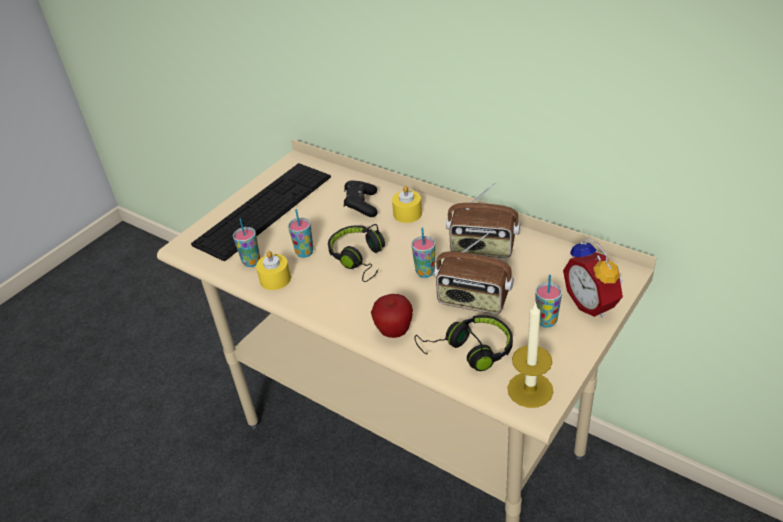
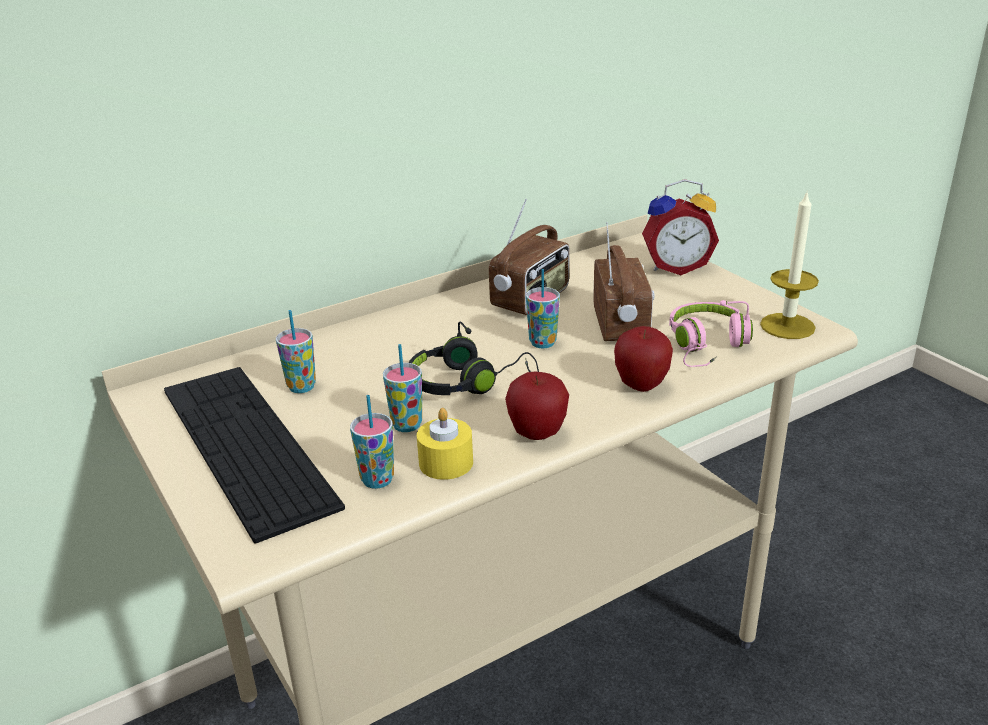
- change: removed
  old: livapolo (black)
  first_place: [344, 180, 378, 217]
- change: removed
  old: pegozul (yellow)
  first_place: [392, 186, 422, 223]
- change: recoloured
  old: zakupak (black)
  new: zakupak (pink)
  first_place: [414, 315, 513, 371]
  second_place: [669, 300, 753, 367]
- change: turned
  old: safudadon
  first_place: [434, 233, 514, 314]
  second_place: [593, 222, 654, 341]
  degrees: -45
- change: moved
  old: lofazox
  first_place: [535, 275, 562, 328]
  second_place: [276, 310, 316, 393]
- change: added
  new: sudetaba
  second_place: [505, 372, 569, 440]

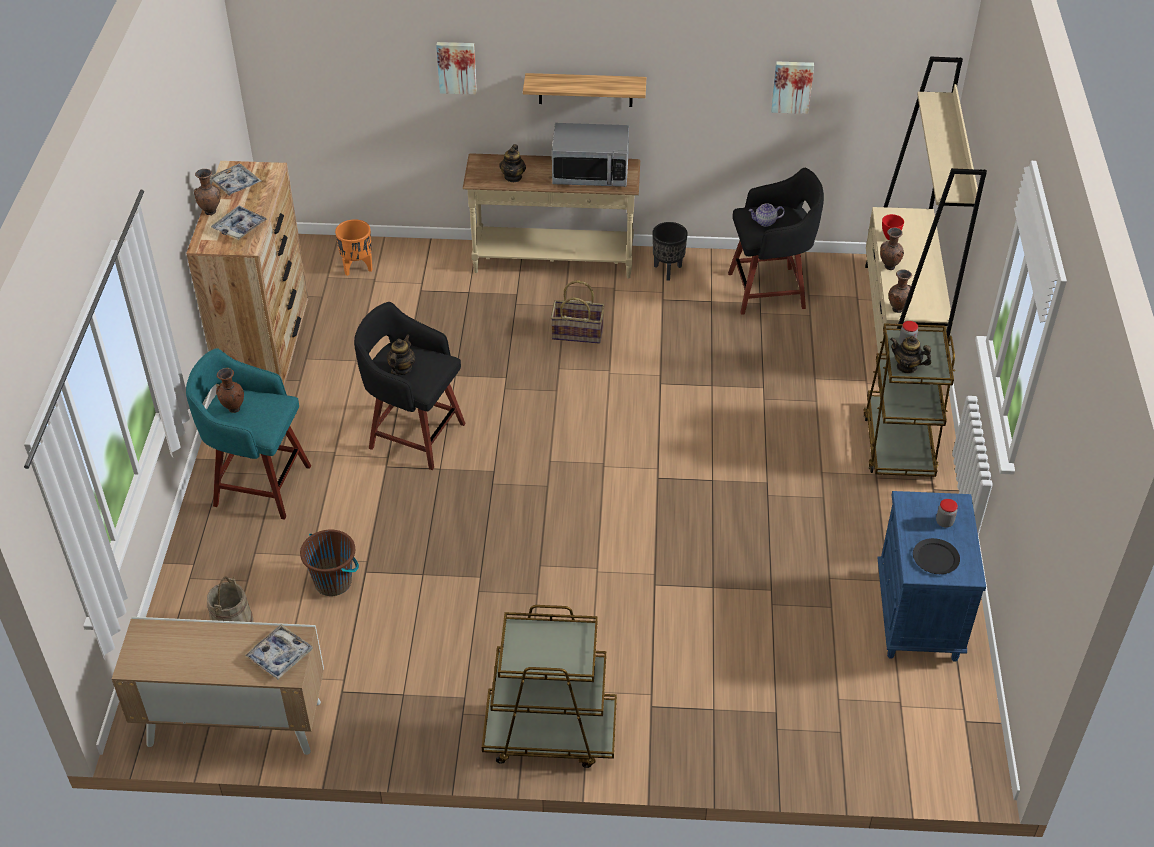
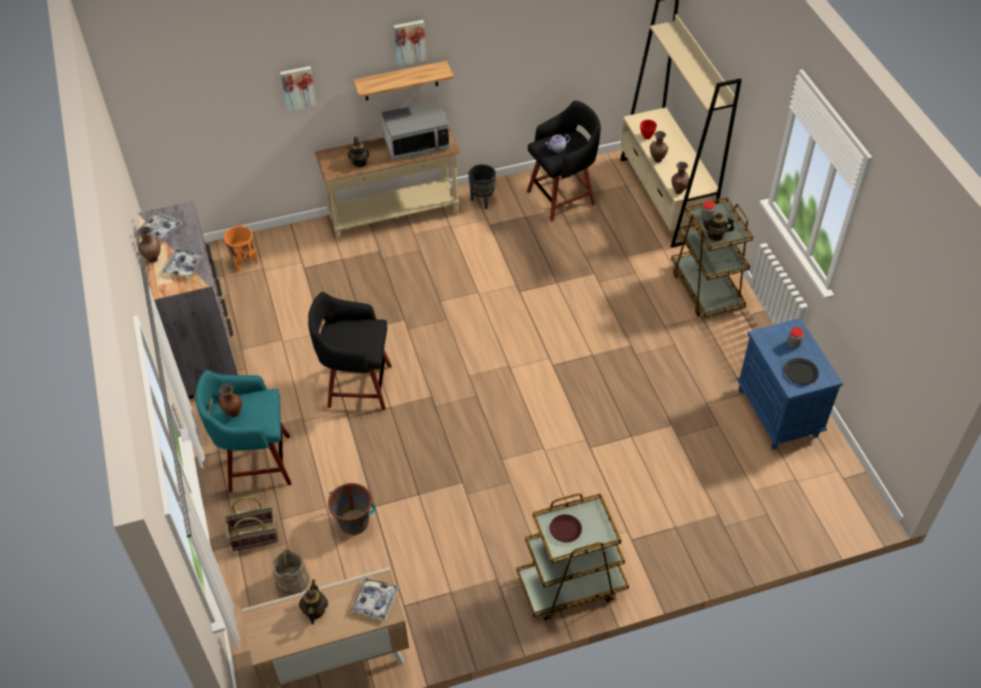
- change: recoloured
  old: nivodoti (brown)
  new: nivodoti (grey)
  first_place: [186, 161, 309, 387]
  second_place: [137, 201, 238, 399]
- change: moved
  old: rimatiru
  first_place: [387, 334, 415, 375]
  second_place: [299, 580, 328, 624]
- change: moved
  old: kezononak
  first_place: [551, 280, 605, 344]
  second_place: [225, 496, 279, 551]
- change: moved
  old: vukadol
  first_place: [771, 61, 814, 114]
  second_place: [394, 20, 427, 66]
- change: added
  new: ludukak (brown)
  second_place: [550, 514, 582, 542]

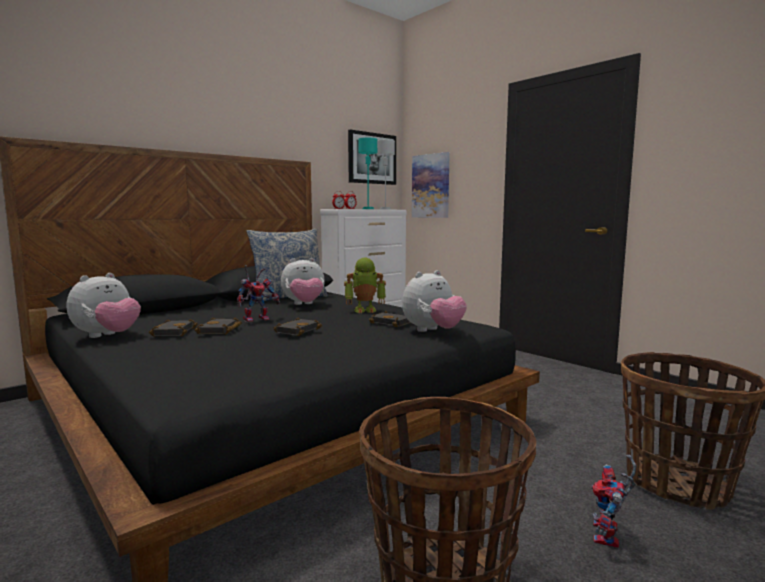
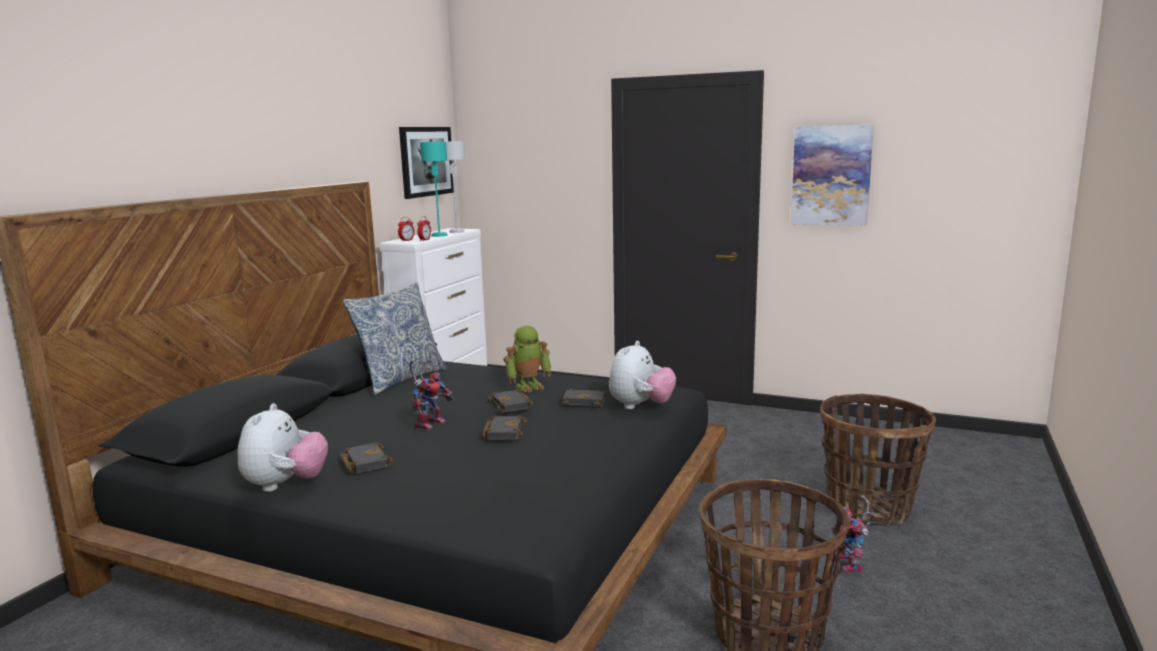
- change: moved
  old: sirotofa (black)
  first_place: [194, 317, 242, 335]
  second_place: [488, 389, 533, 413]
- change: removed
  old: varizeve
  first_place: [281, 258, 325, 305]
- change: moved
  old: vukadol
  first_place: [412, 152, 450, 218]
  second_place: [791, 125, 874, 226]

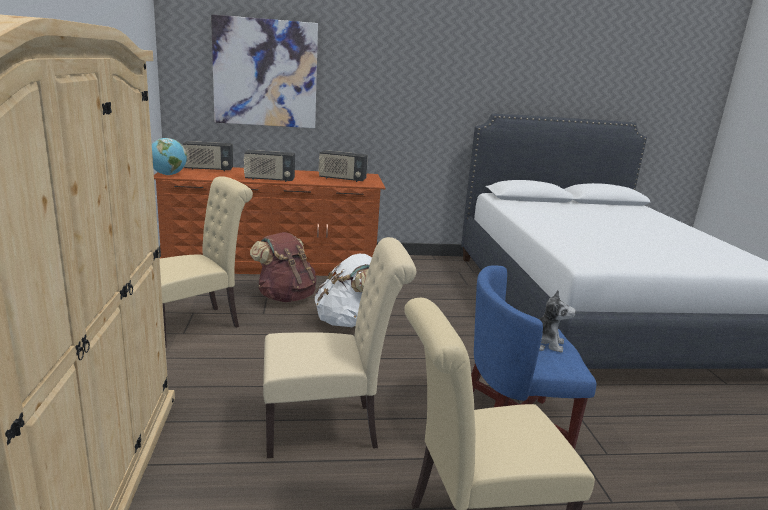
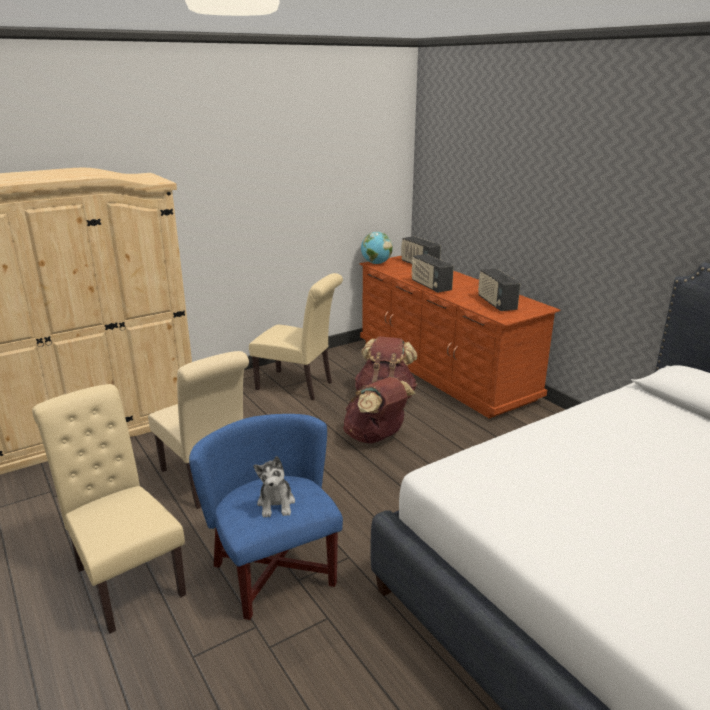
- change: removed
  old: vukadol
  first_place: [211, 14, 318, 128]
- change: recoloured
  old: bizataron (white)
  new: bizataron (brown)
  first_place: [314, 254, 372, 327]
  second_place: [343, 377, 416, 444]

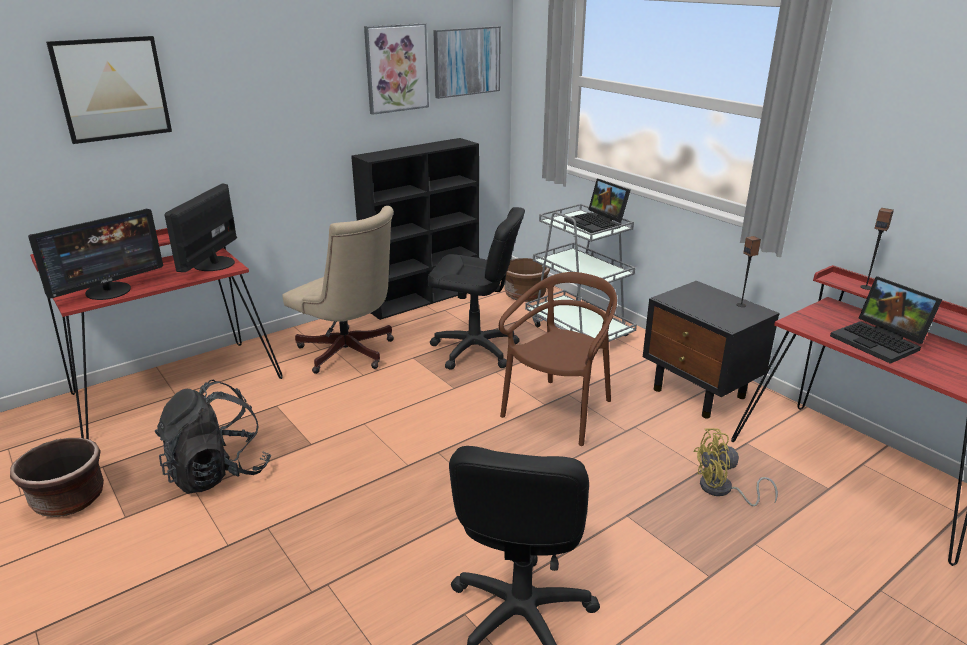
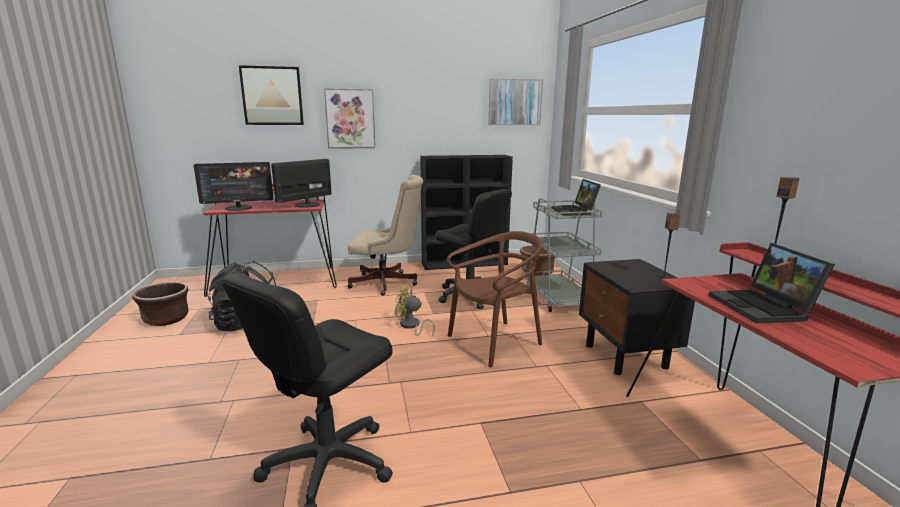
- change: turned
  old: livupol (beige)
  first_place: [282, 206, 394, 374]
  second_place: [347, 175, 423, 296]
  degrees: -60
- change: moved
  old: vukadol
  first_place: [364, 23, 429, 115]
  second_place: [324, 88, 375, 149]
- change: moved
  old: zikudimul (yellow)
  first_place: [693, 428, 778, 506]
  second_place: [395, 283, 435, 337]

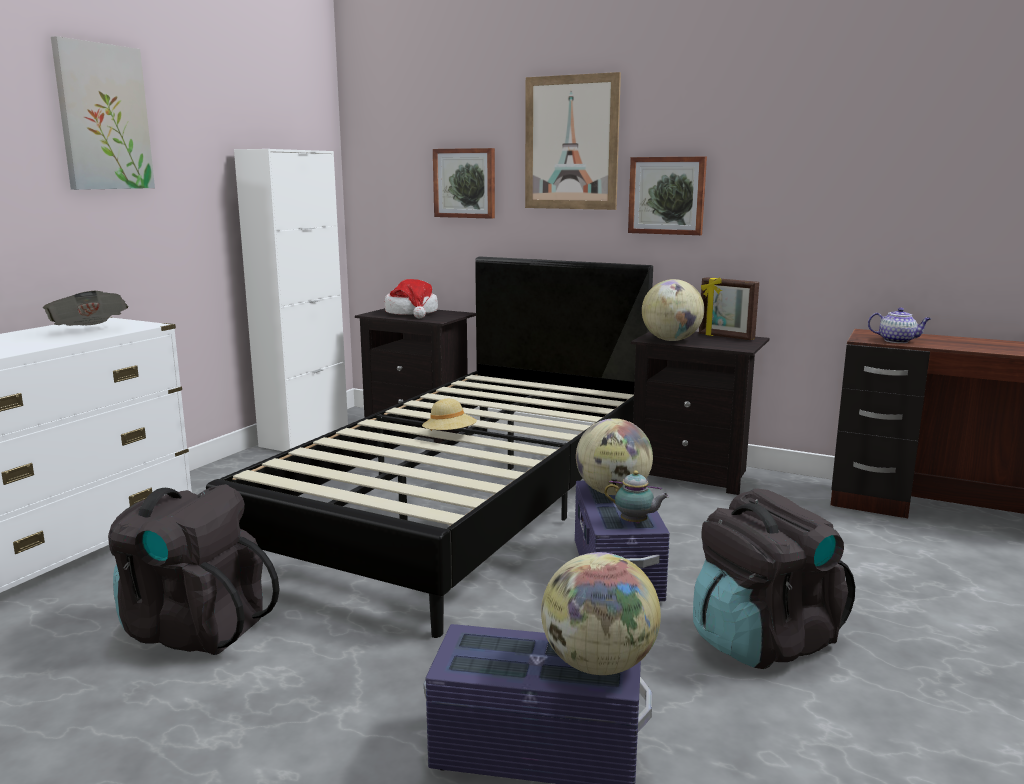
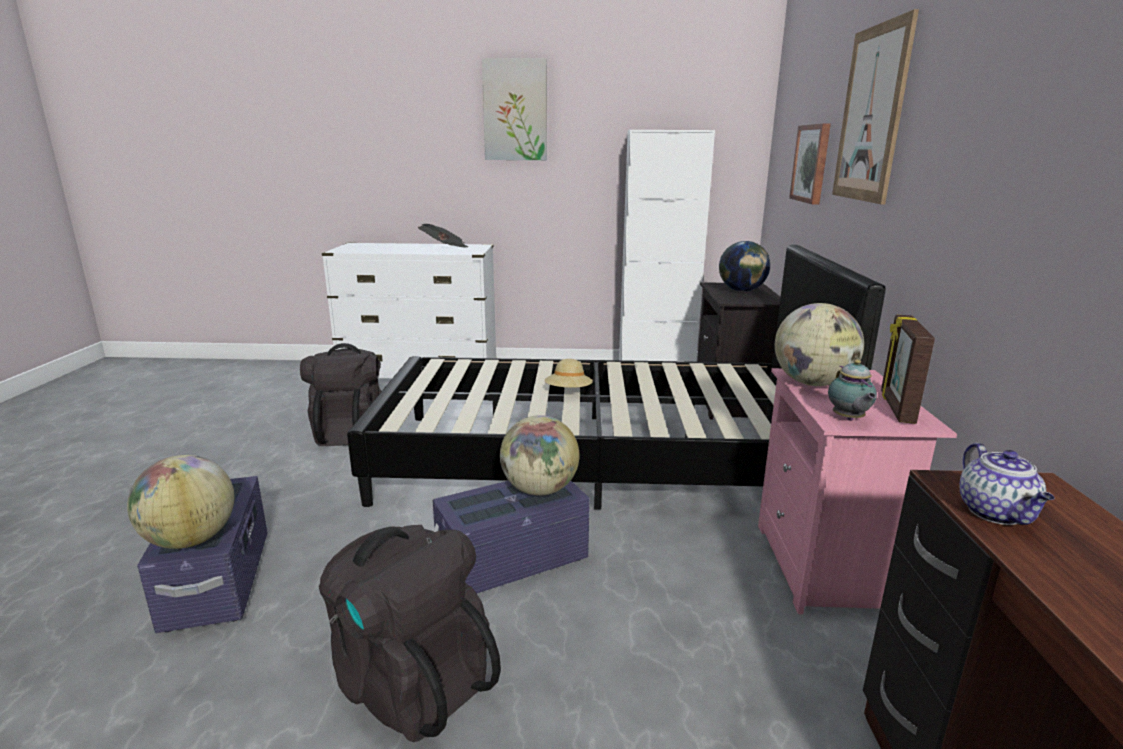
- change: replaced
  old: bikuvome
  new: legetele
  first_place: [385, 279, 438, 319]
  second_place: [719, 241, 770, 292]
- change: moved
  old: rimatiru
  first_place: [604, 470, 669, 524]
  second_place: [828, 359, 877, 421]
- change: removed
  old: vukadol
  first_place: [628, 157, 707, 235]
- change: recoloured
  old: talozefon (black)
  new: talozefon (pink)
  first_place: [631, 332, 769, 495]
  second_place: [758, 368, 957, 614]

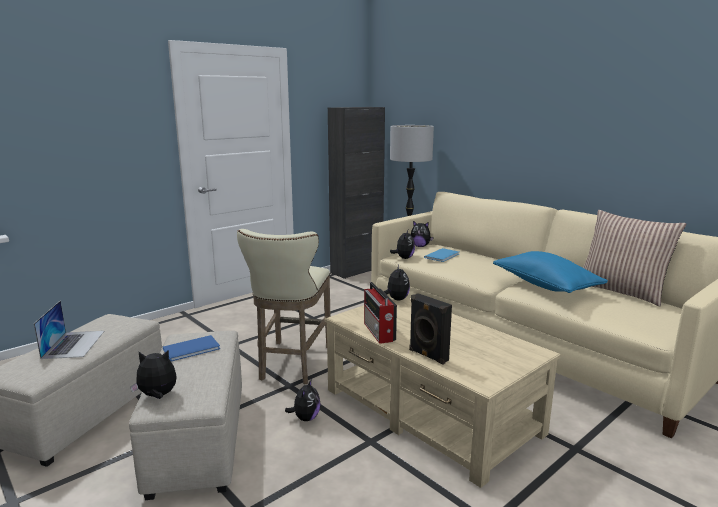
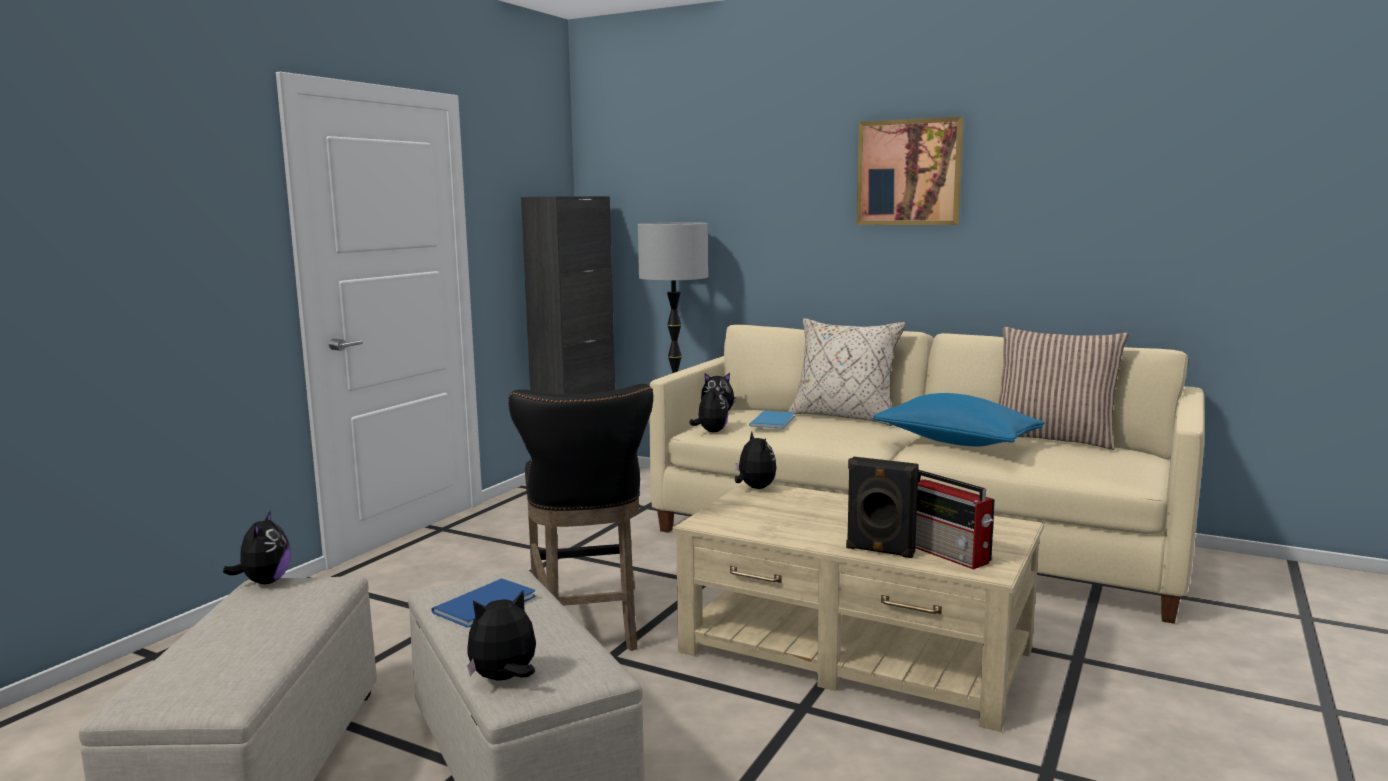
- change: removed
  old: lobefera
  first_place: [34, 300, 104, 359]
- change: recoloured
  old: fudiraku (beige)
  new: fudiraku (black)
  first_place: [237, 229, 330, 384]
  second_place: [508, 384, 653, 651]
- change: moved
  old: varizeve
  first_place: [285, 379, 321, 421]
  second_place: [223, 510, 291, 584]
- change: moved
  old: safudadon
  first_place: [364, 282, 397, 344]
  second_place: [915, 470, 995, 570]
- change: added
  new: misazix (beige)
  second_place: [788, 318, 905, 426]
- change: added
  new: vukadol
  second_place: [857, 117, 964, 225]

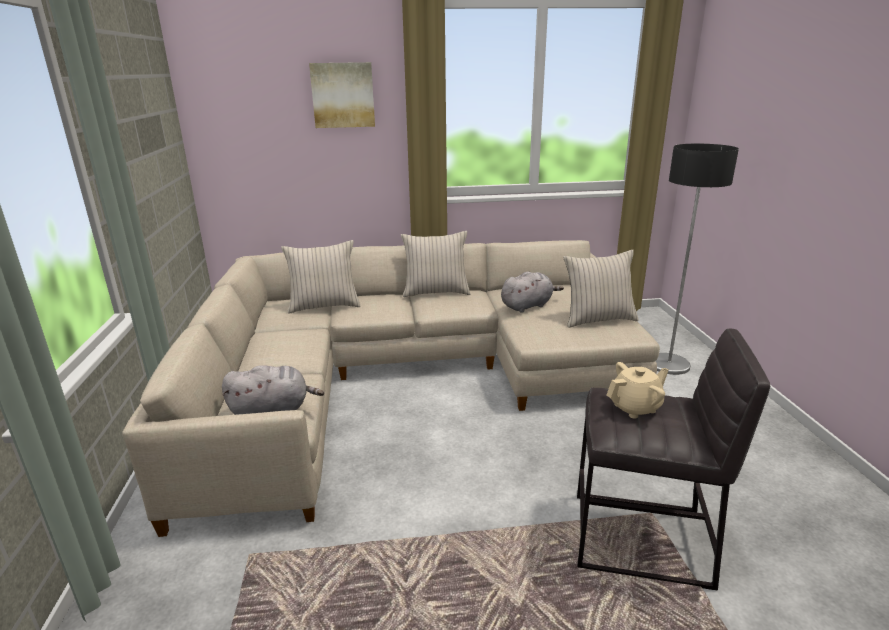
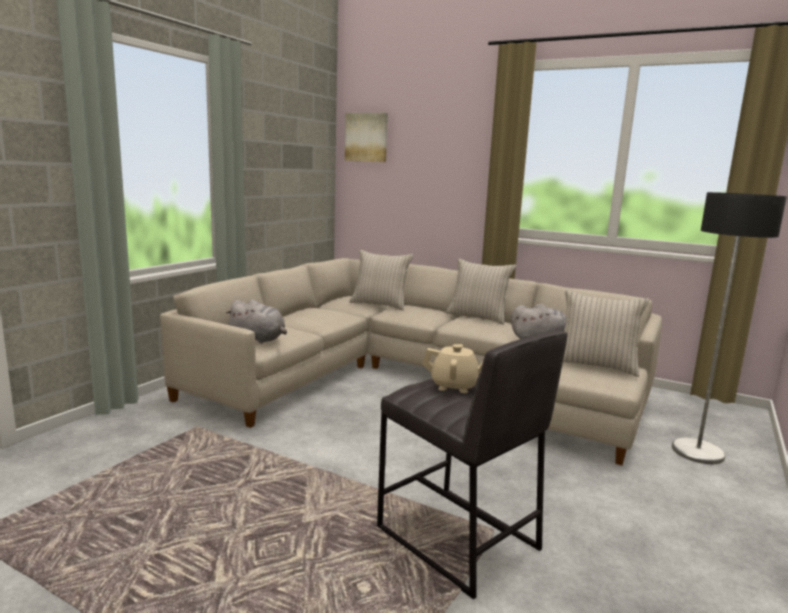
- change: moved
  old: vukadol
  first_place: [309, 62, 375, 128]
  second_place: [345, 113, 388, 162]

